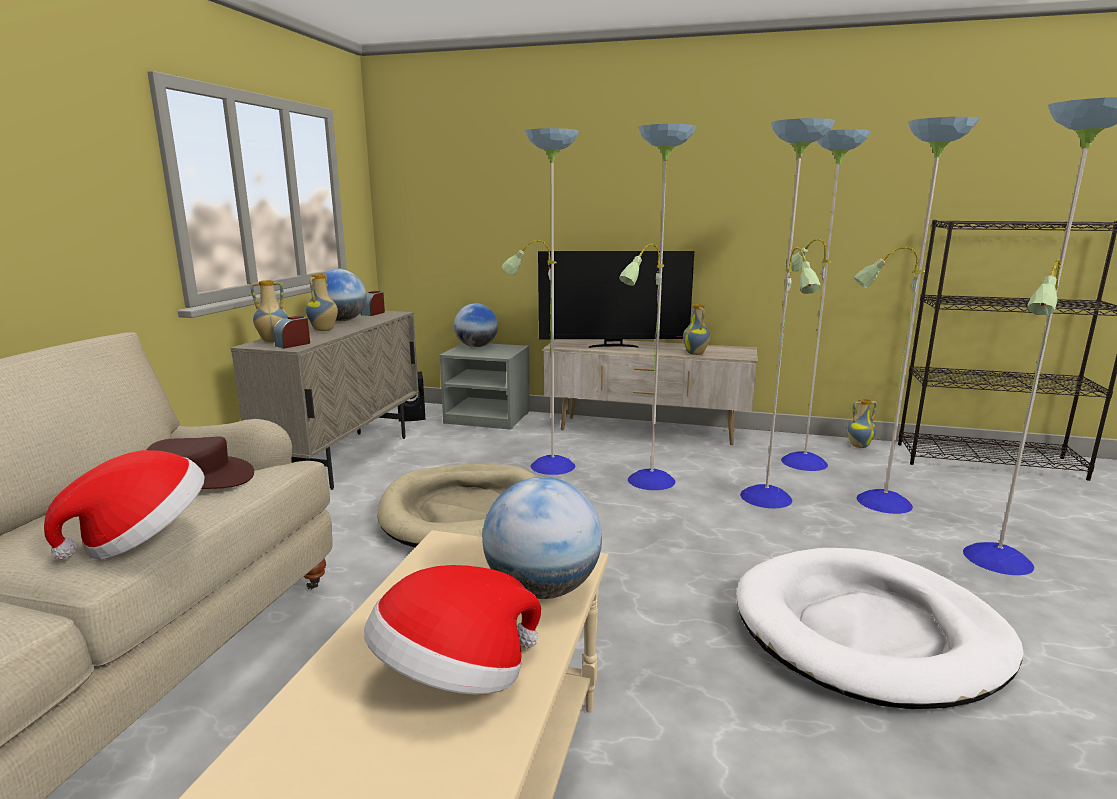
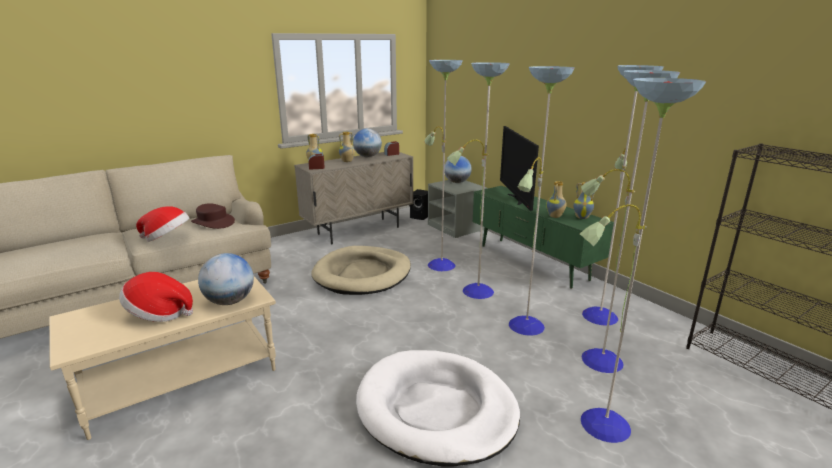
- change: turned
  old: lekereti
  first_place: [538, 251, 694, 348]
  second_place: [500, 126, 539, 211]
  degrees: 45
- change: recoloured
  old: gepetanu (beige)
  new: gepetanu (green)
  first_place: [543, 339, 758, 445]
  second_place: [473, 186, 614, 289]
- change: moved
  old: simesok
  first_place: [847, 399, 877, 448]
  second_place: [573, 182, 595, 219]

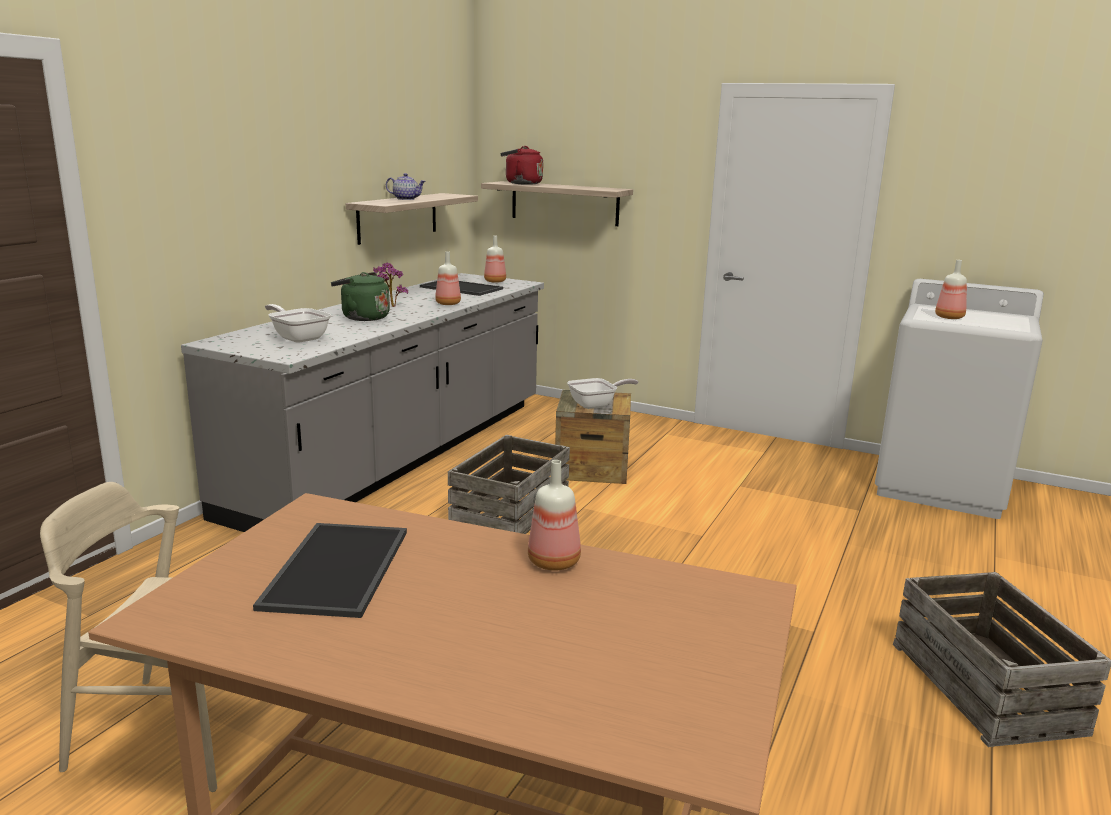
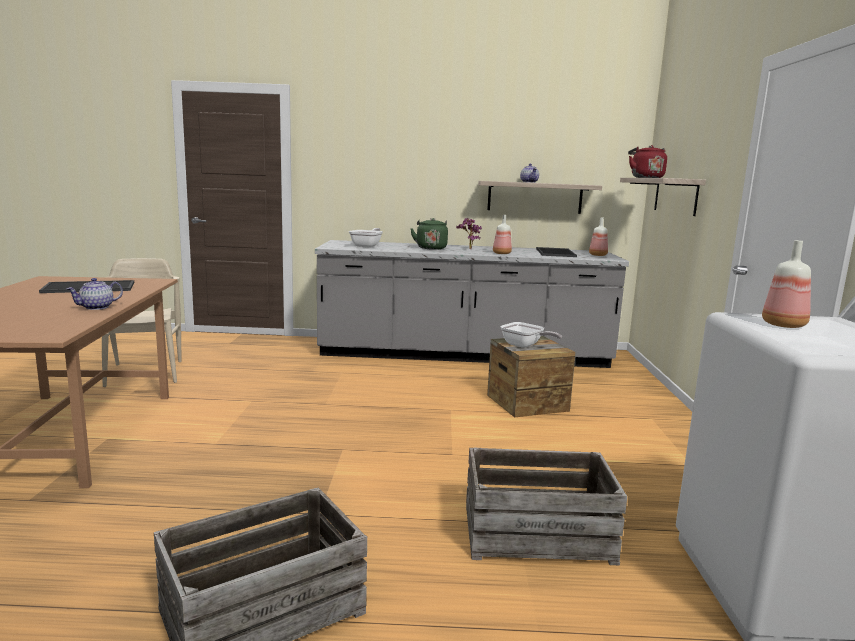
- change: moved
  old: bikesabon
  first_place: [448, 435, 570, 534]
  second_place: [466, 448, 627, 565]
- change: replaced
  old: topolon
  new: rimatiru
  first_place: [528, 460, 581, 571]
  second_place: [66, 278, 123, 310]

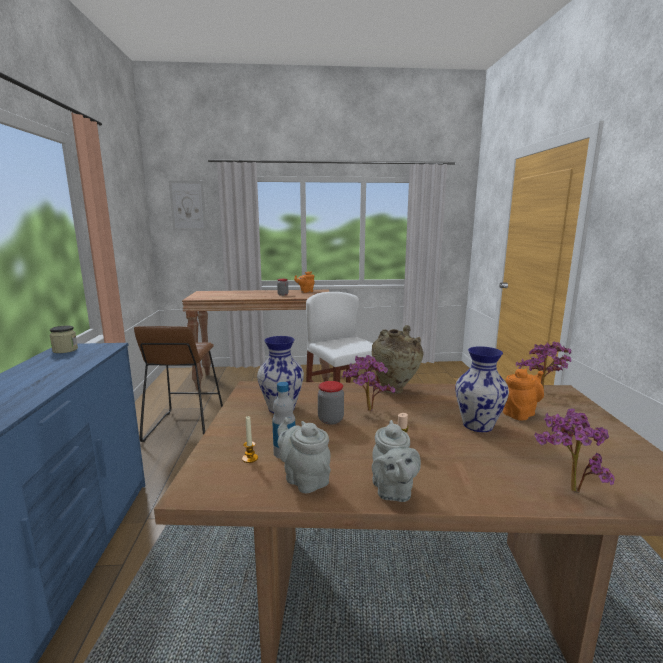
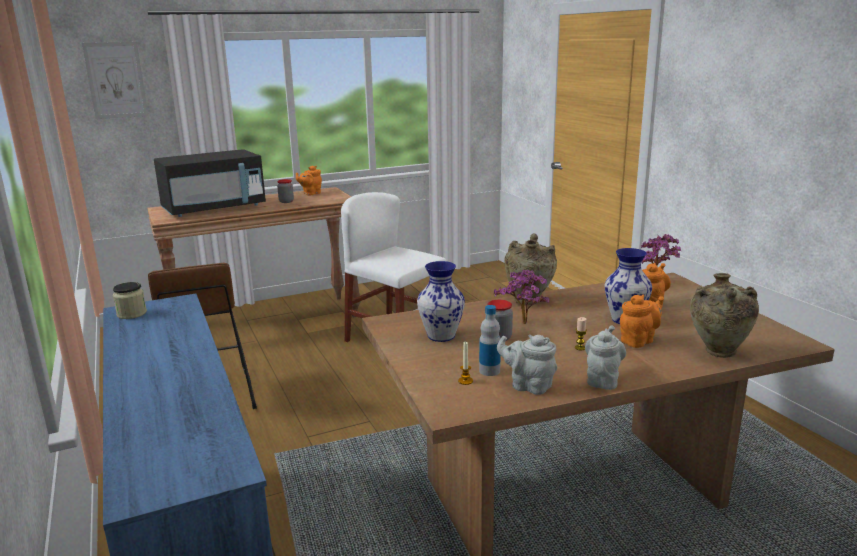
- change: turned
  old: rimatiru (grey)
  first_place: [372, 420, 421, 502]
  second_place: [585, 325, 626, 390]
  degrees: -135
- change: replaced
  old: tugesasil
  new: simesok (beige)
  first_place: [535, 408, 615, 493]
  second_place: [690, 273, 759, 358]
- change: added
  new: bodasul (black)
  second_place: [154, 149, 266, 217]
- change: added
  new: rimatiru (orange)
  second_place: [620, 294, 664, 348]

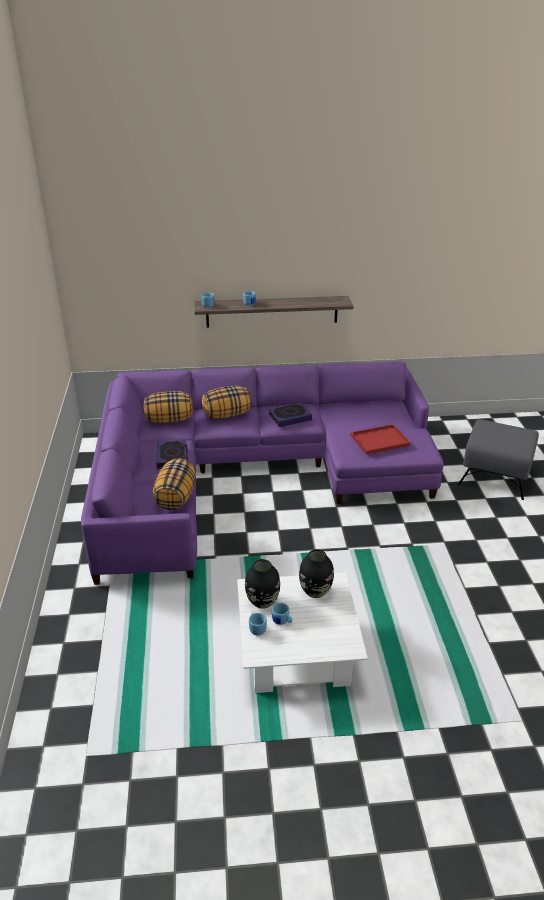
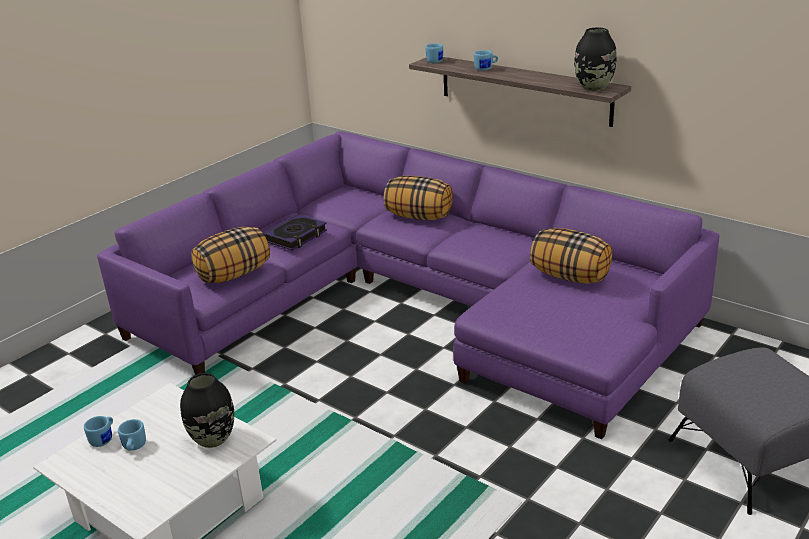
- change: moved
  old: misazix
  first_place: [143, 391, 193, 423]
  second_place: [530, 228, 612, 284]
- change: moved
  old: simesok (black)
  first_place: [245, 559, 280, 609]
  second_place: [574, 28, 617, 91]
- change: removed
  old: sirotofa
  first_place: [268, 402, 312, 427]
- change: removed
  old: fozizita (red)
  first_place: [351, 424, 410, 454]

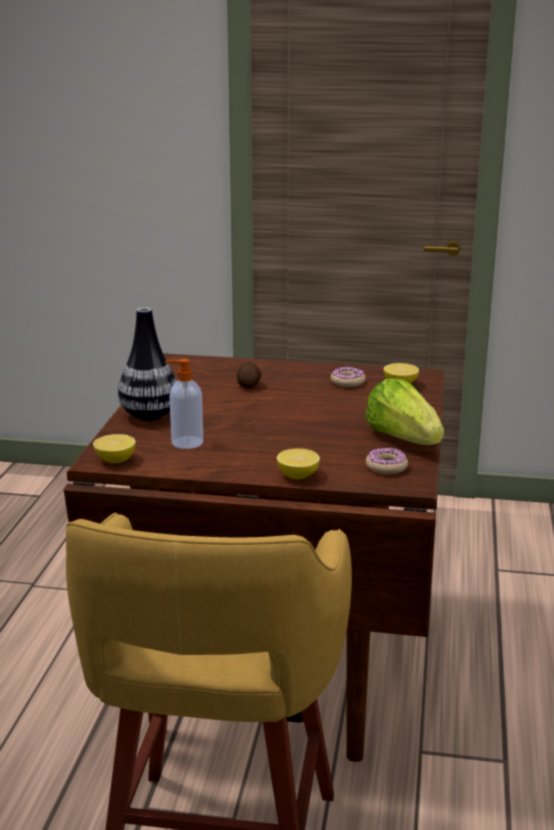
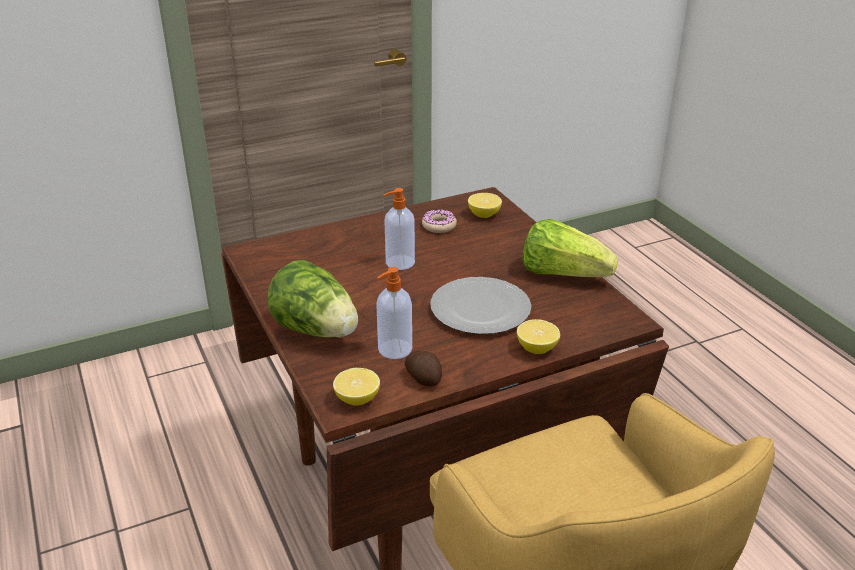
- change: replaced
  old: simesok
  new: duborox
  first_place: [118, 307, 177, 421]
  second_place: [267, 259, 358, 338]
- change: moved
  old: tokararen
  first_place: [237, 362, 261, 388]
  second_place: [405, 351, 442, 386]
- change: removed
  old: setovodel
  first_place: [366, 447, 408, 475]
- change: added
  new: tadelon
  second_place: [383, 188, 415, 270]
- change: added
  new: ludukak
  second_place: [430, 277, 531, 334]

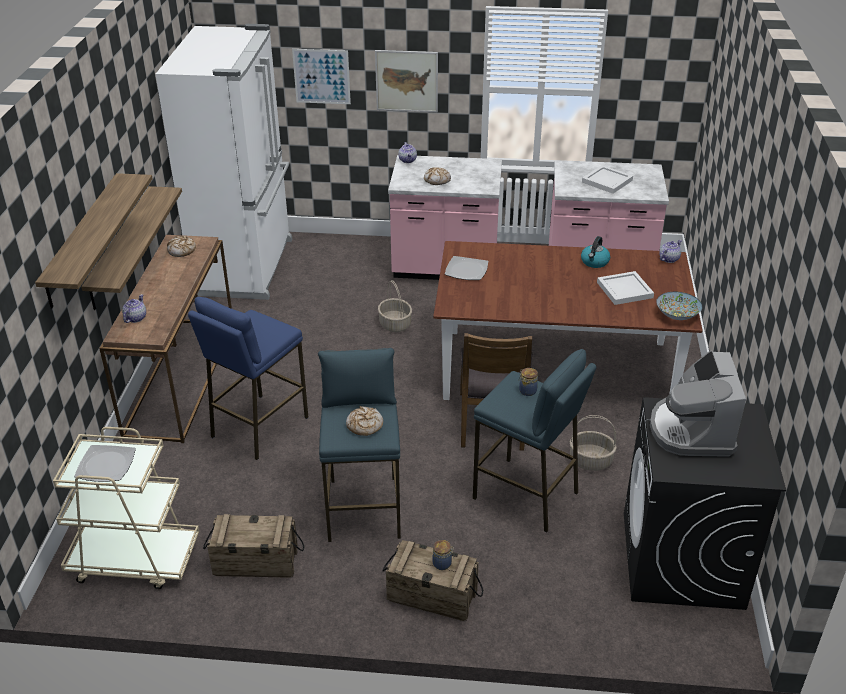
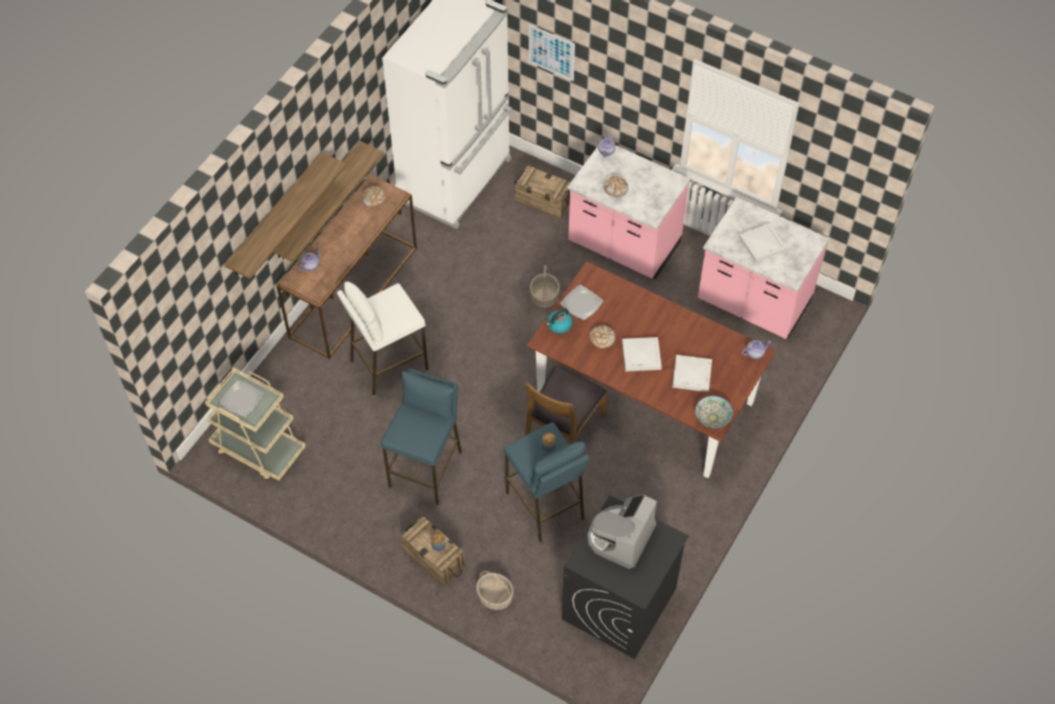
- change: recoloured
  old: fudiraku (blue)
  new: fudiraku (white)
  first_place: [188, 297, 309, 460]
  second_place: [337, 282, 428, 396]
- change: moved
  old: bikesabon
  first_place: [203, 514, 304, 578]
  second_place: [514, 166, 571, 219]
- change: moved
  old: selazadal
  first_place: [346, 406, 383, 436]
  second_place: [589, 325, 616, 348]
- change: removed
  old: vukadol
  first_place: [375, 50, 438, 112]
- change: moved
  old: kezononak
  first_place: [570, 415, 617, 471]
  second_place: [476, 571, 514, 610]
- change: moved
  old: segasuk
  first_place: [581, 236, 610, 268]
  second_place: [546, 308, 573, 334]
- change: added
  new: fozizita (white)
  second_place: [622, 337, 662, 372]

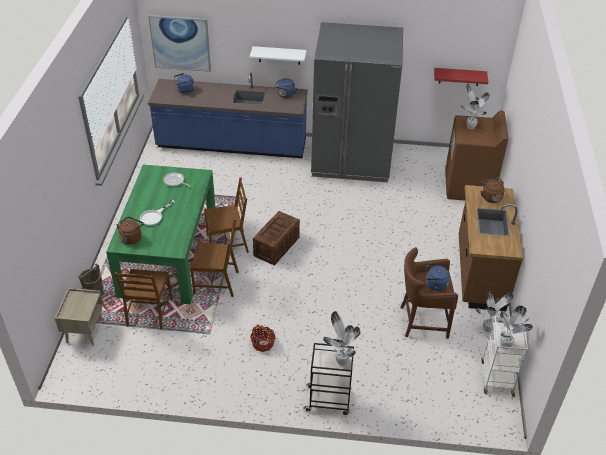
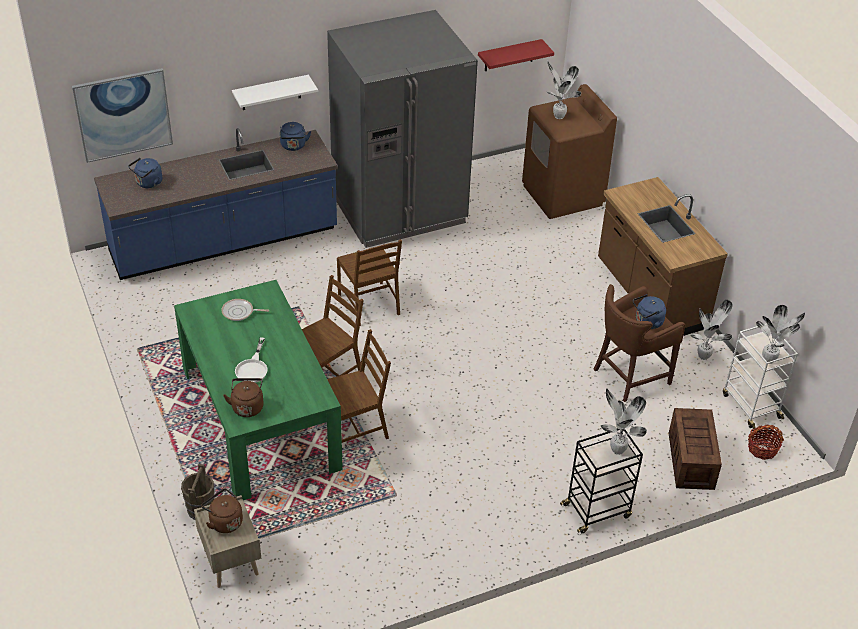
- change: moved
  old: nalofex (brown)
  first_place: [115, 269, 172, 329]
  second_place: [337, 239, 402, 326]
- change: moved
  old: kezononak
  first_place: [250, 325, 276, 352]
  second_place: [748, 425, 784, 460]
- change: moved
  old: bikesabon
  first_place: [253, 211, 300, 266]
  second_place: [669, 408, 722, 490]
- change: moved
  old: segasuk (brown)
  first_place: [481, 177, 505, 203]
  second_place: [201, 488, 243, 533]

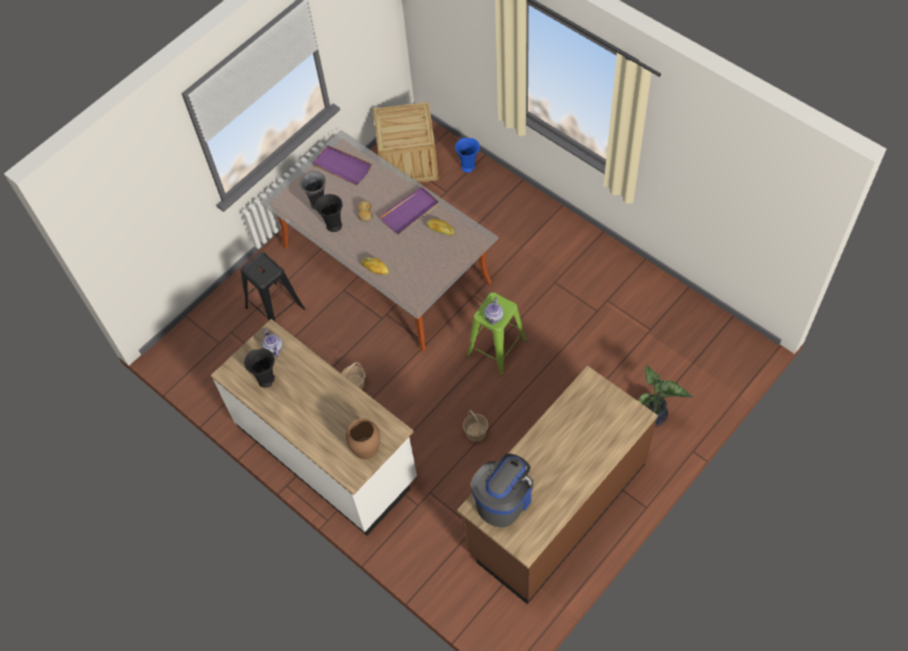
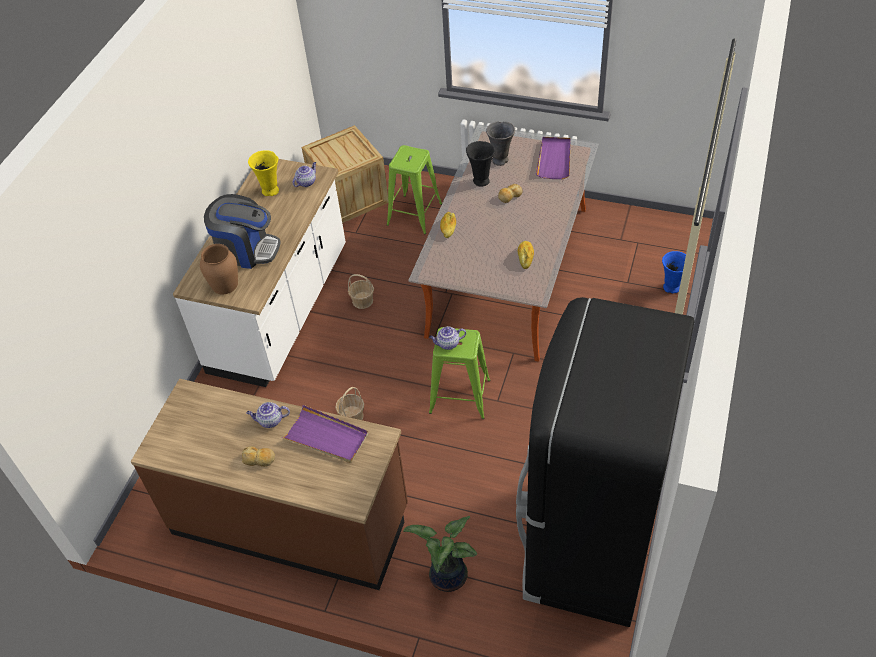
- change: recoloured
  old: fudiraku (black)
  new: fudiraku (green)
  first_place: [240, 252, 306, 321]
  second_place: [386, 145, 442, 234]
- change: recoloured
  old: simesok (black)
  new: simesok (yellow)
  first_place: [244, 348, 275, 388]
  second_place: [248, 150, 279, 196]
- change: moved
  old: bikesabon
  first_place: [373, 102, 439, 183]
  second_place: [302, 125, 389, 223]
- change: moved
  old: fozizita (purple)
  first_place: [379, 187, 439, 235]
  second_place: [282, 405, 368, 463]
- change: moved
  old: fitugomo
  first_place: [471, 453, 533, 527]
  second_place: [204, 194, 280, 269]
- change: added
  new: selazadal
  second_place: [242, 446, 275, 467]
- change: added
  new: rimatiru
  second_place: [246, 402, 290, 428]
- change: added
  new: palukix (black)
  second_place: [516, 297, 694, 627]

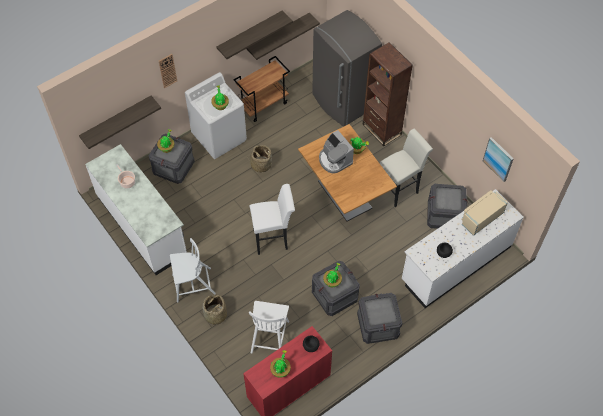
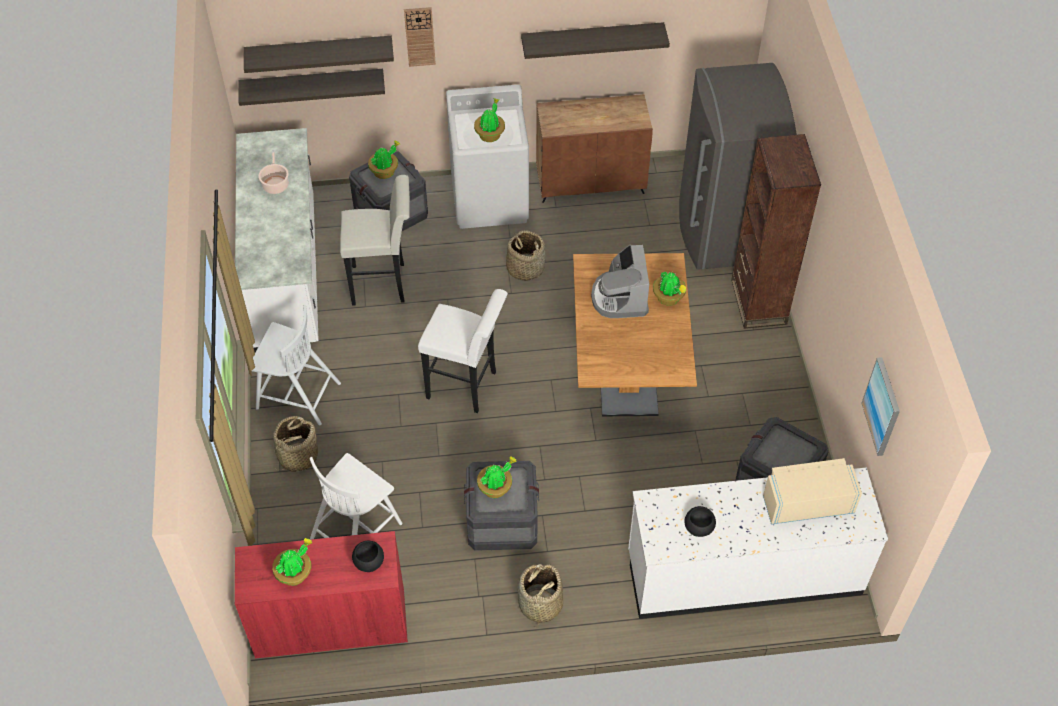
- change: replaced
  old: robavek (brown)
  new: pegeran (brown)
  first_place: [233, 56, 290, 122]
  second_place: [536, 94, 653, 203]
- change: moved
  old: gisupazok
  first_place: [247, 13, 320, 60]
  second_place: [244, 36, 394, 73]
- change: replaced
  old: bikesabon
  new: kezononak
  first_place: [357, 293, 402, 344]
  second_place: [517, 564, 563, 627]
- change: moved
  old: fudiraku (white)
  first_place: [380, 129, 433, 207]
  second_place: [340, 175, 410, 305]

